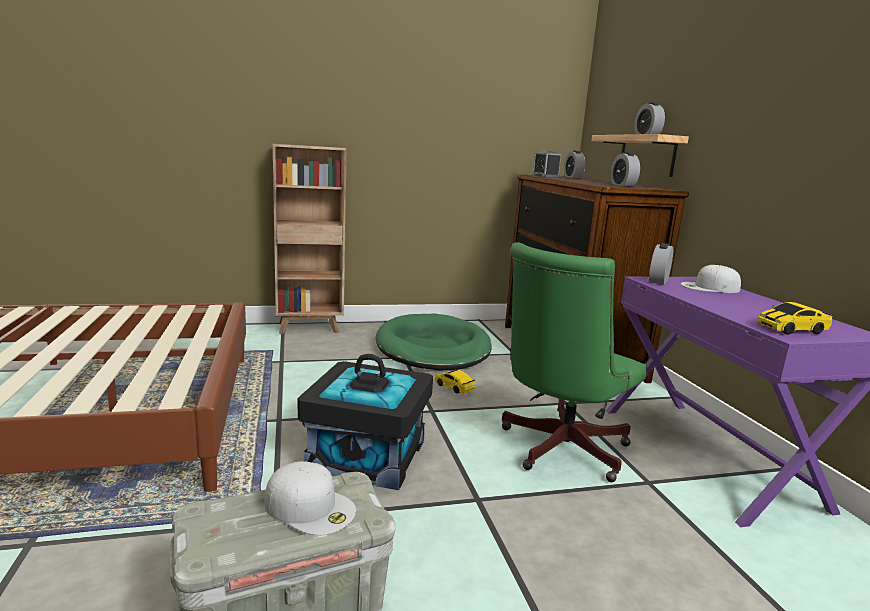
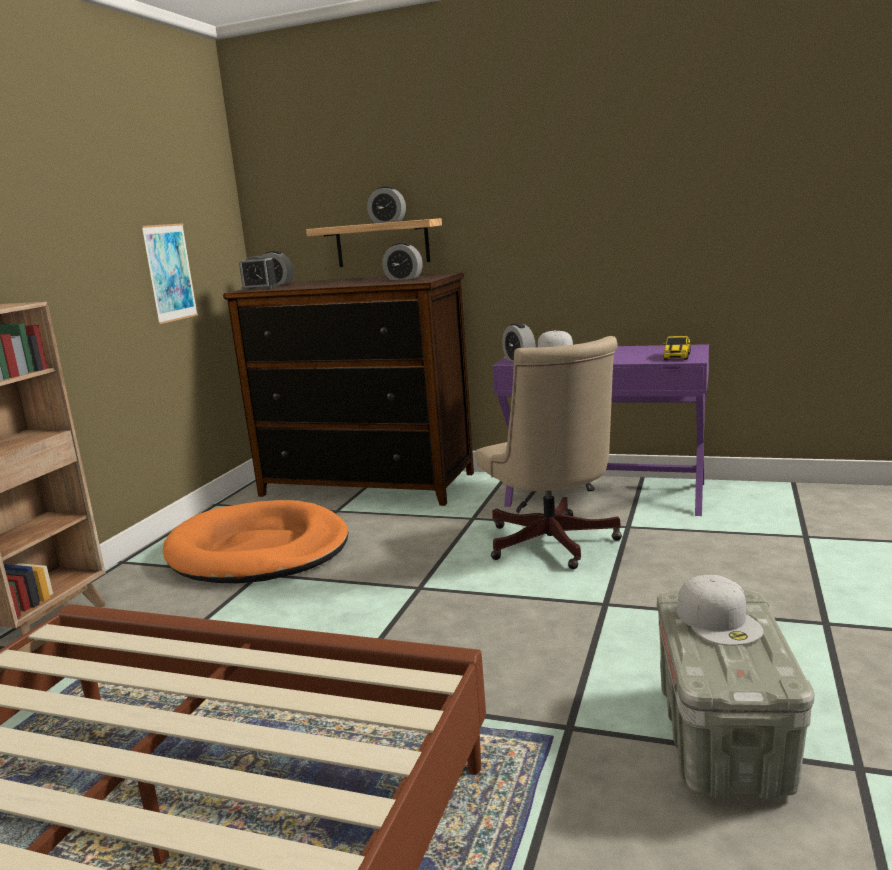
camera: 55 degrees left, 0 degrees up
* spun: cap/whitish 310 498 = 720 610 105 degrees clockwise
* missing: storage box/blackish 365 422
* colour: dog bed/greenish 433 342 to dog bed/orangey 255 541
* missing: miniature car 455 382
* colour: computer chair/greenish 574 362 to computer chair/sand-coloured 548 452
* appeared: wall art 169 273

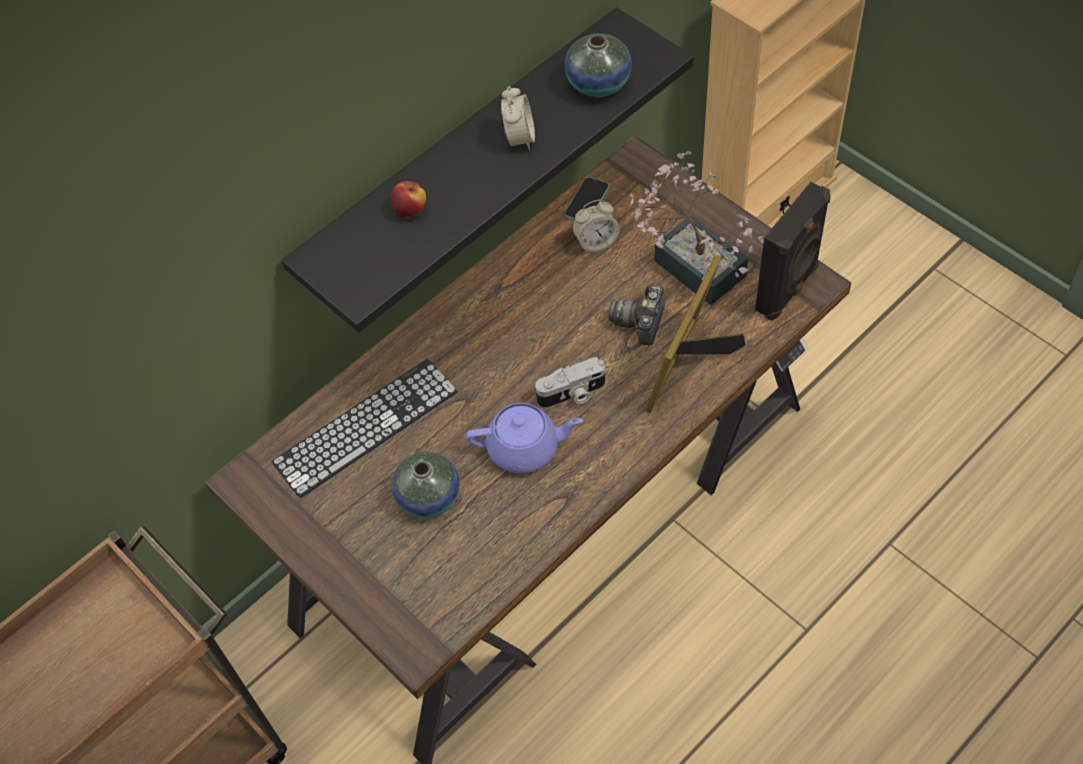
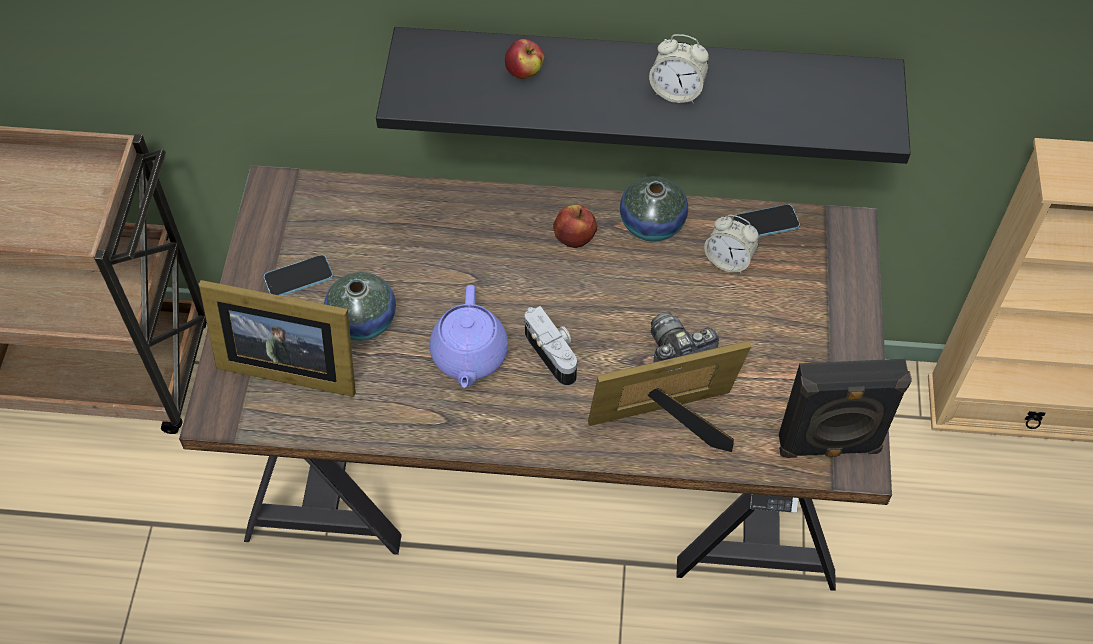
camera: 45 degrees right, 0 degrees up
* missing: keyboard 364 428
* spun: pot for tea/purple-coloured 524 438 = 469 336 45 degrees clockwise
* spun: alarm clock 517 118 = 679 68 60 degrees clockwise
* spun: still camera 570 382 = 550 346 150 degrees counterclockwise
* relocated: flower vase 598 65 to 654 209
* missing: potted plant 696 228
* appeared: picture frame 277 338
* appeared: handset 298 275
* appeared: apple 575 226

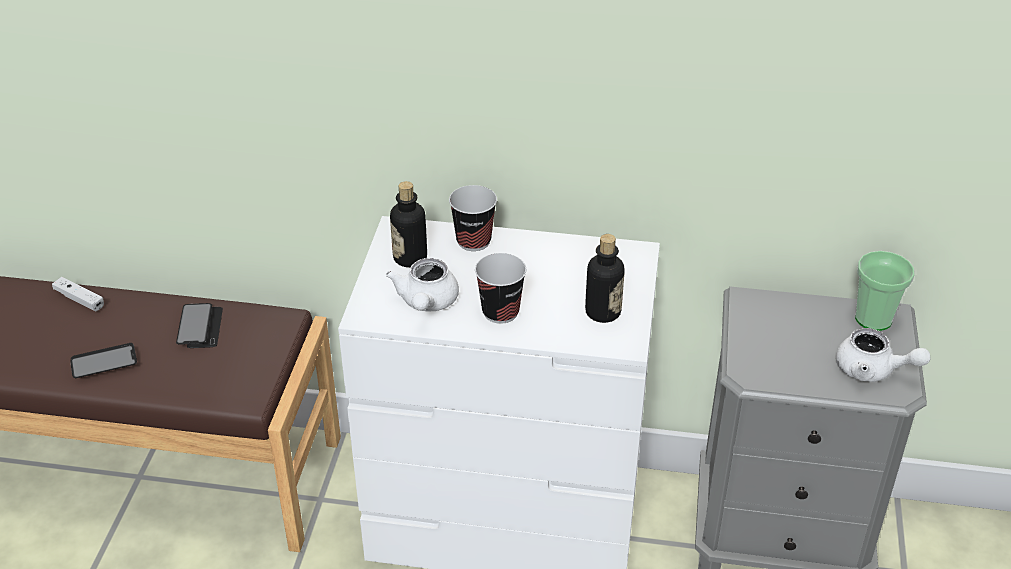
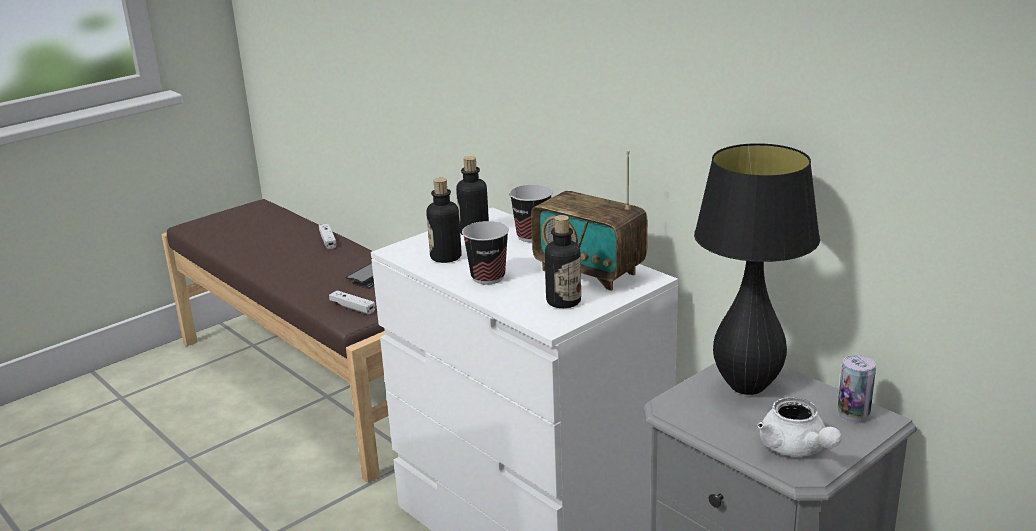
camera: 40 degrees right, 15 degrees down
* missing: handset 103 360
* exchanged: pot for tea/whitish 422 284 to beverage bottle 444 220
* exchanged: small cup 885 291 to metal can 857 389
* appeared: joypad/whitish 352 302
* appeared: radio set 589 221
* appeared: tabletop lamp/blackish 757 269

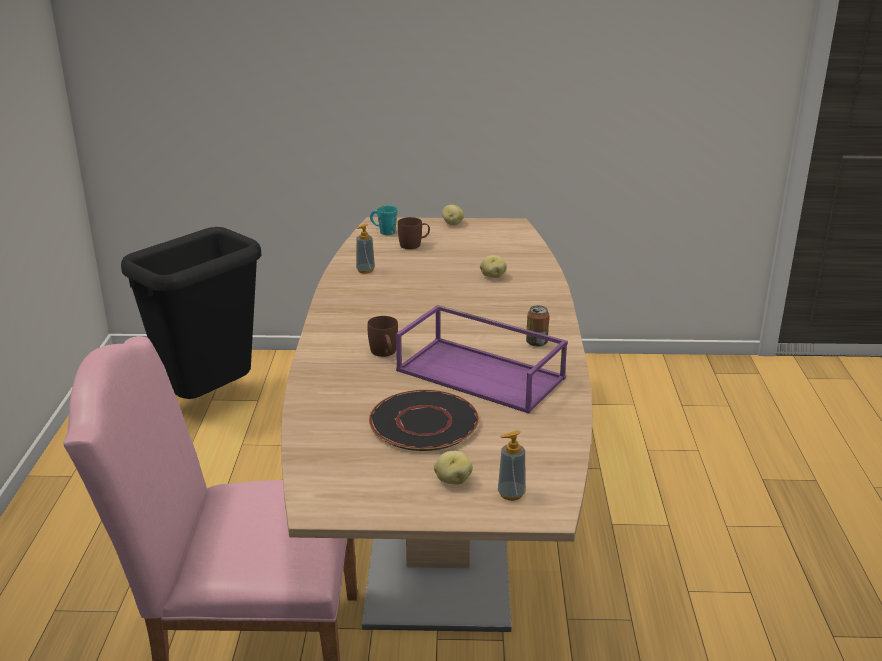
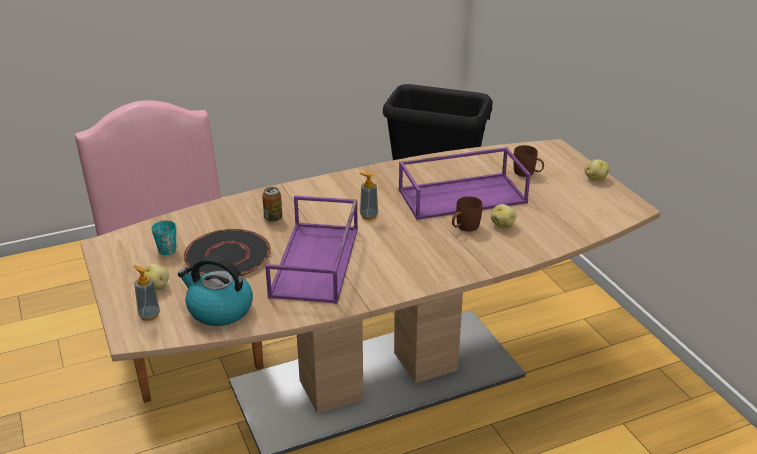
camera: 65 degrees right, 5 degrees up
* relocated: liquid soap bottle 365 248 to 368 196
* relocated: mug/brown 382 336 to 467 214
* relocated: mug/turquoise-coloured 384 220 to 163 237
* relocated: metal can 537 326 to 272 204
* appeared: kettle 215 291
* appeared: serving tray/purple-coloured 464 183

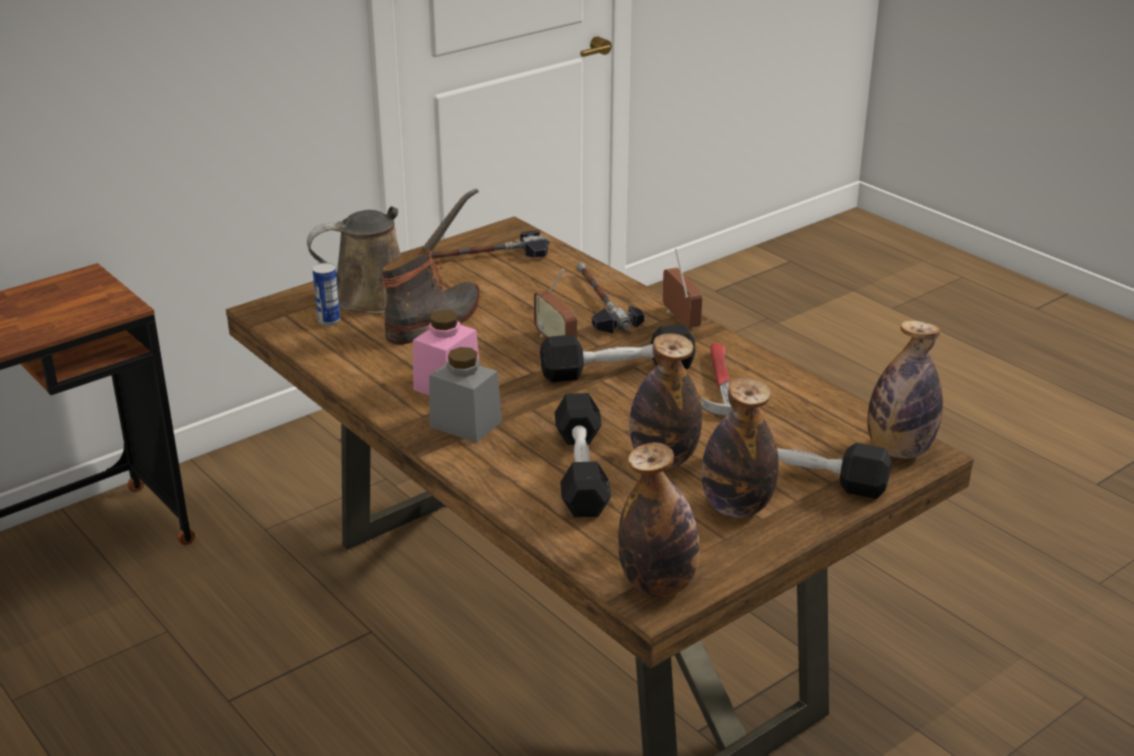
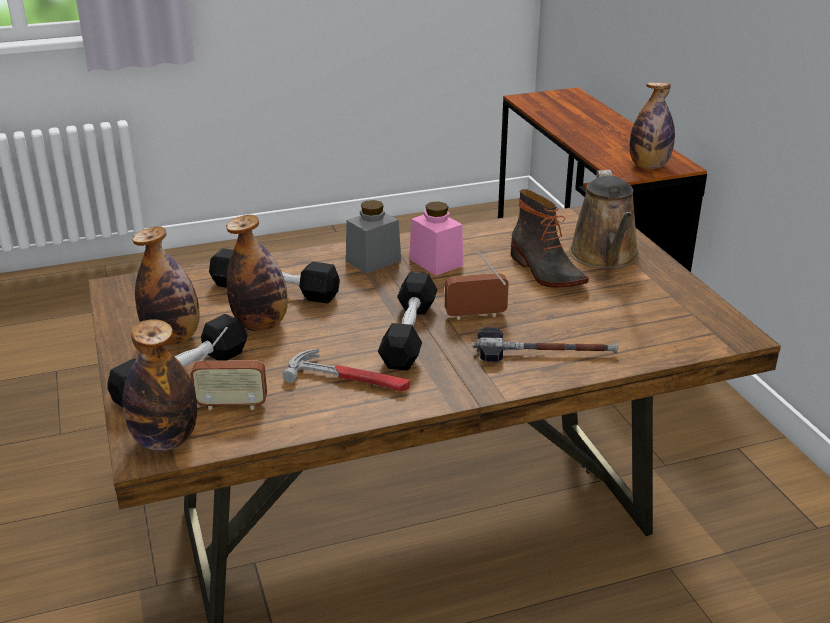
camera: 110 degrees right, 0 degrees up
* missing: metal can 326 294
* missing: tool hammer 490 244
* relocated: beverage bottle 659 519 to 652 125
* relocated: radio set 682 288 to 228 369

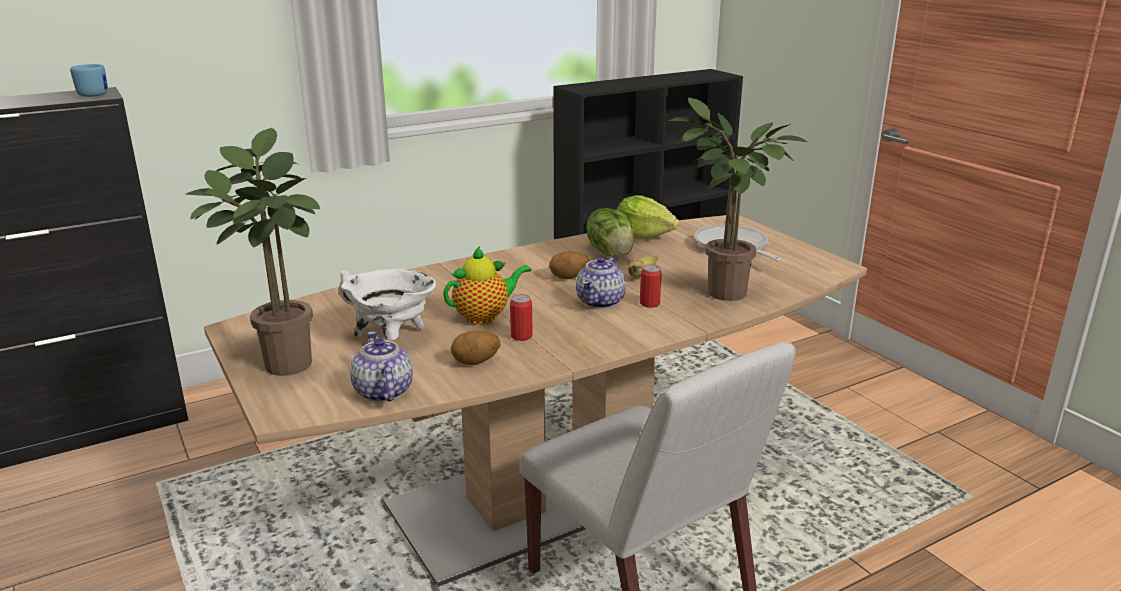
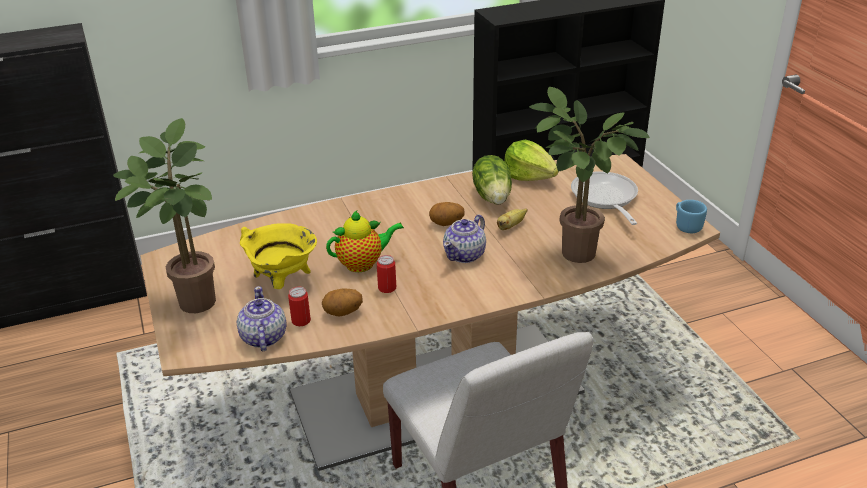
camera: 10 degrees right, 10 degrees up
* relocated: mug/bluish 89 80 to 691 216
* colour: cooking pot/whitish 387 304 to cooking pot/yellow 278 256
* relocated: metal can 651 286 to 299 306

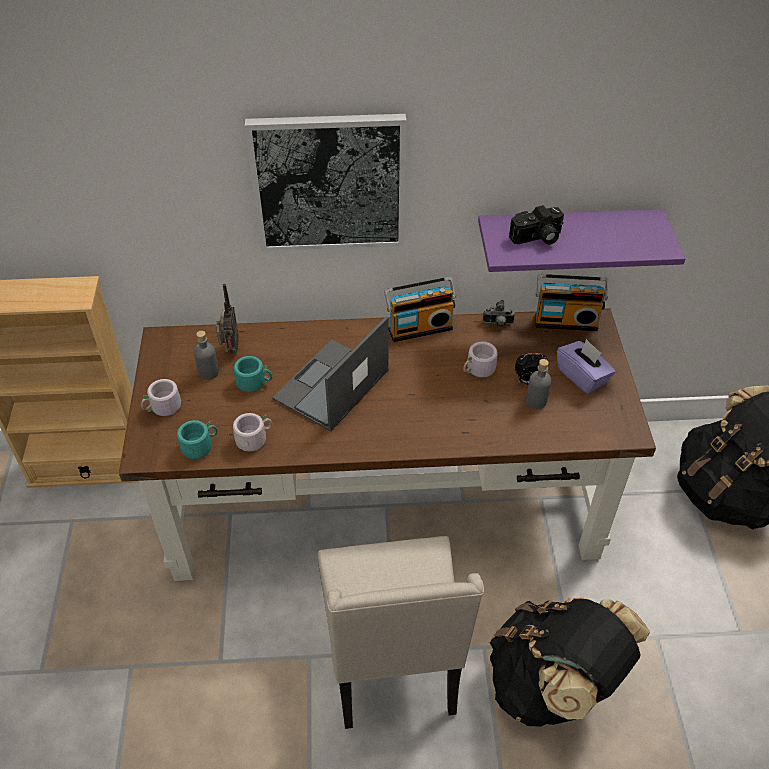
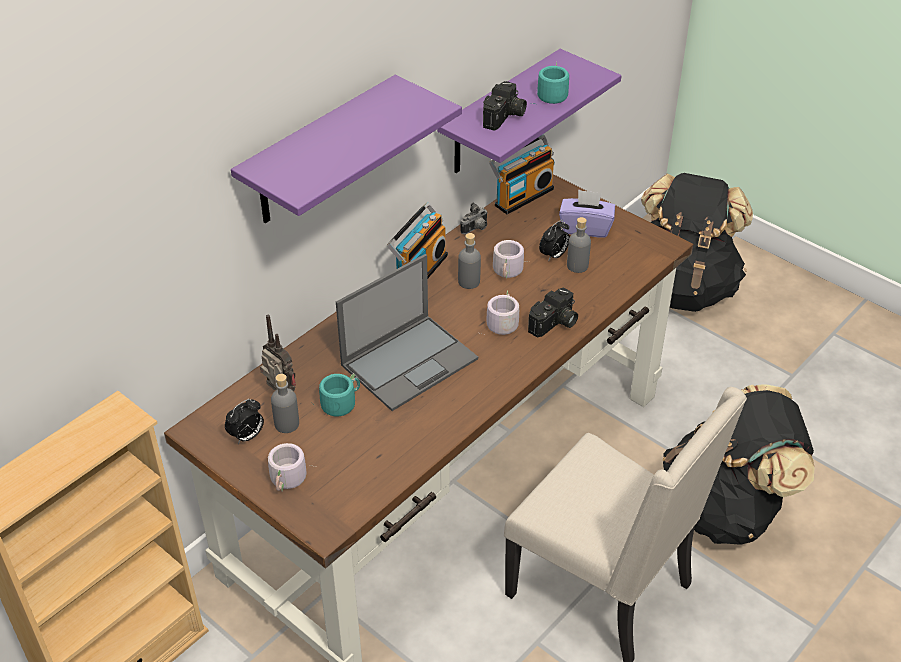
camera: 45 degrees left, 5 degrees down
* relocated: mug/turquoise-coloured 195 439 to 550 83
* relocated: mug/gray 250 432 to 499 312
* exchanged: wall art 325 182 to bracket shelf/purple-coloured 346 149
* spun: portable computer 330 374 = 407 332 120 degrees counterclockwise
* appeared: alarm clock 244 421
* appeared: beverage bottle/gray 469 261
* appeared: still camera 553 312

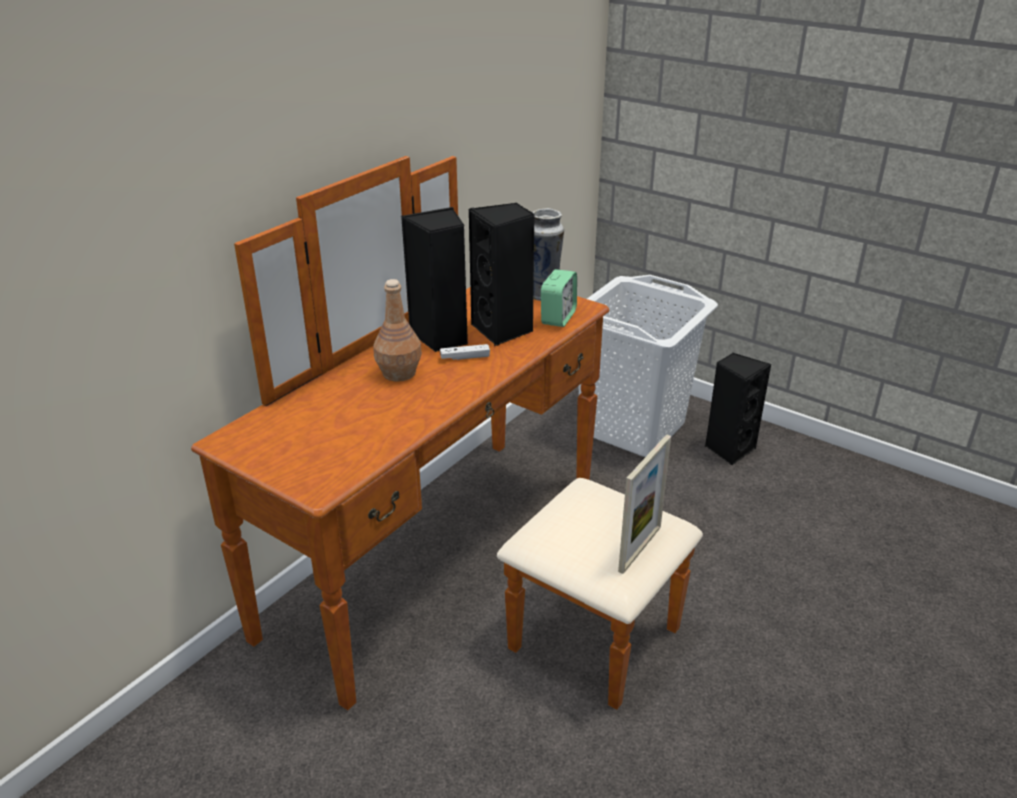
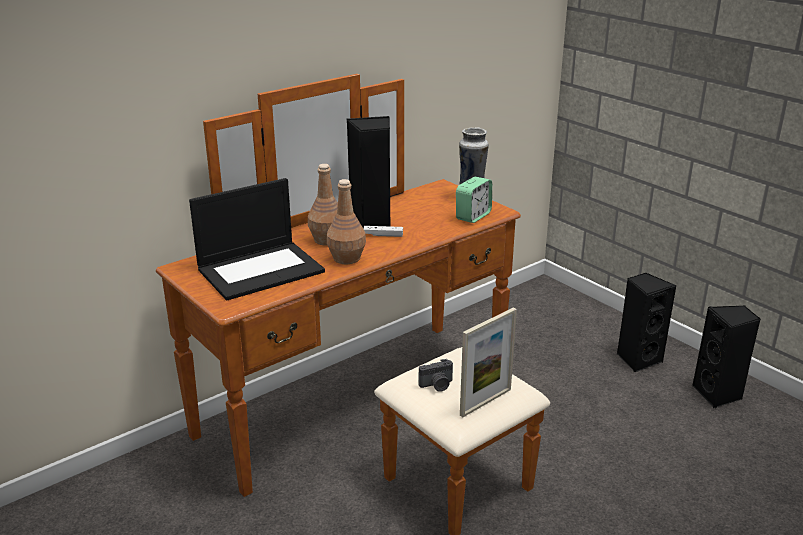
camera: 15 degrees right, 5 degrees down
* relocated: speaker/blackish 502 274 to 726 357
* missing: hamper/whitish 648 366
* appeared: portable computer 257 239
* appeared: beverage bottle/brown 346 221
* appeared: still camera 435 375

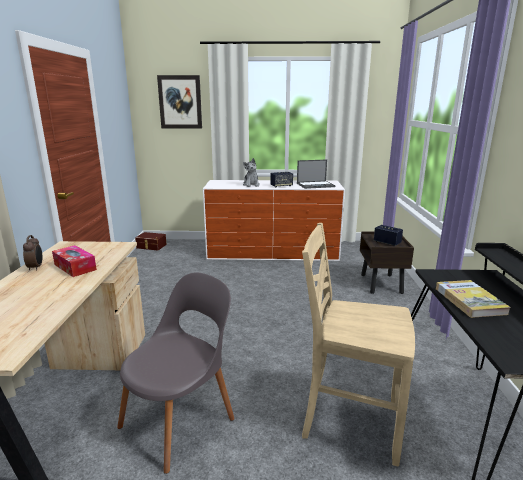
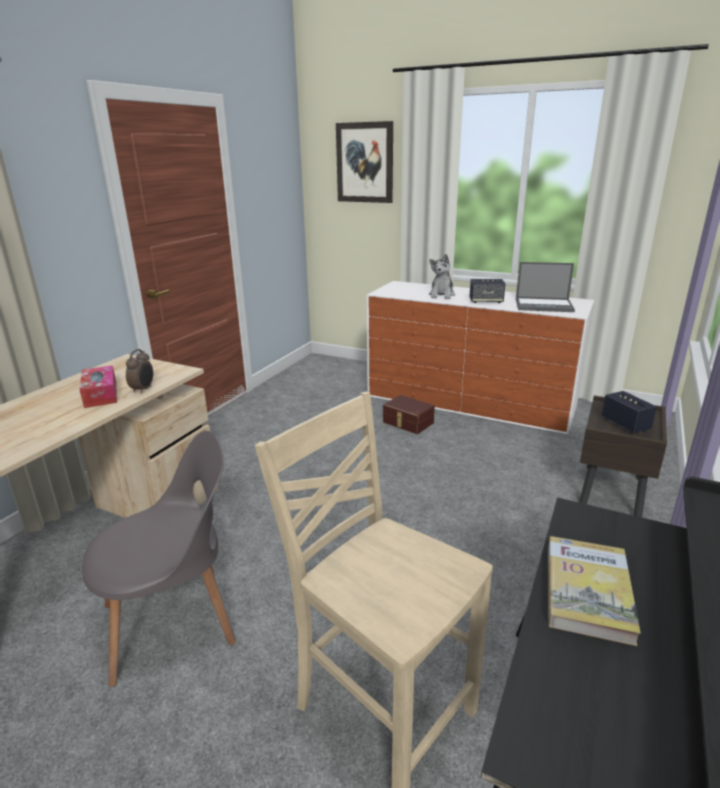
camera: 25 degrees right, 5 degrees up
* relocated: alarm clock 32 253 to 139 371
* relocated: storage box/brown 151 241 to 409 414

